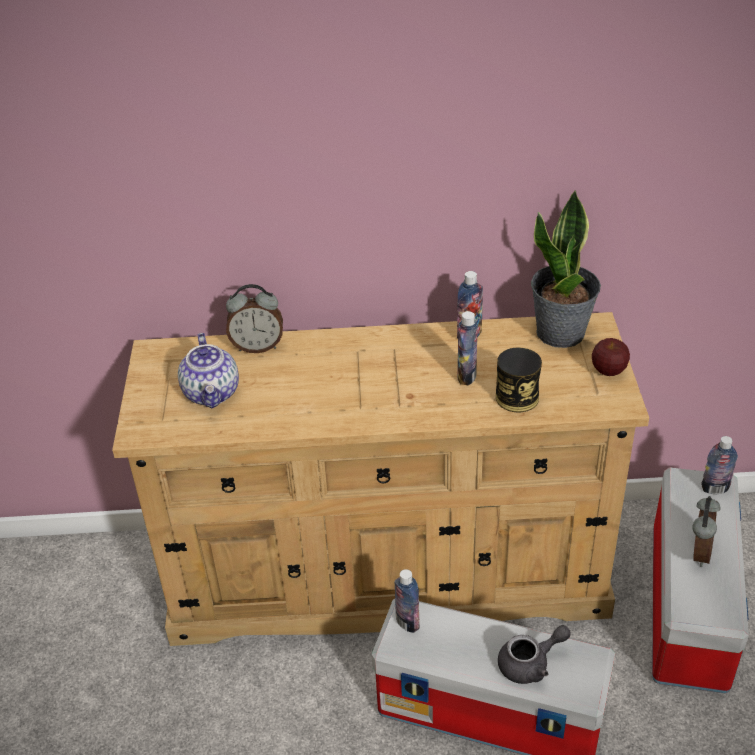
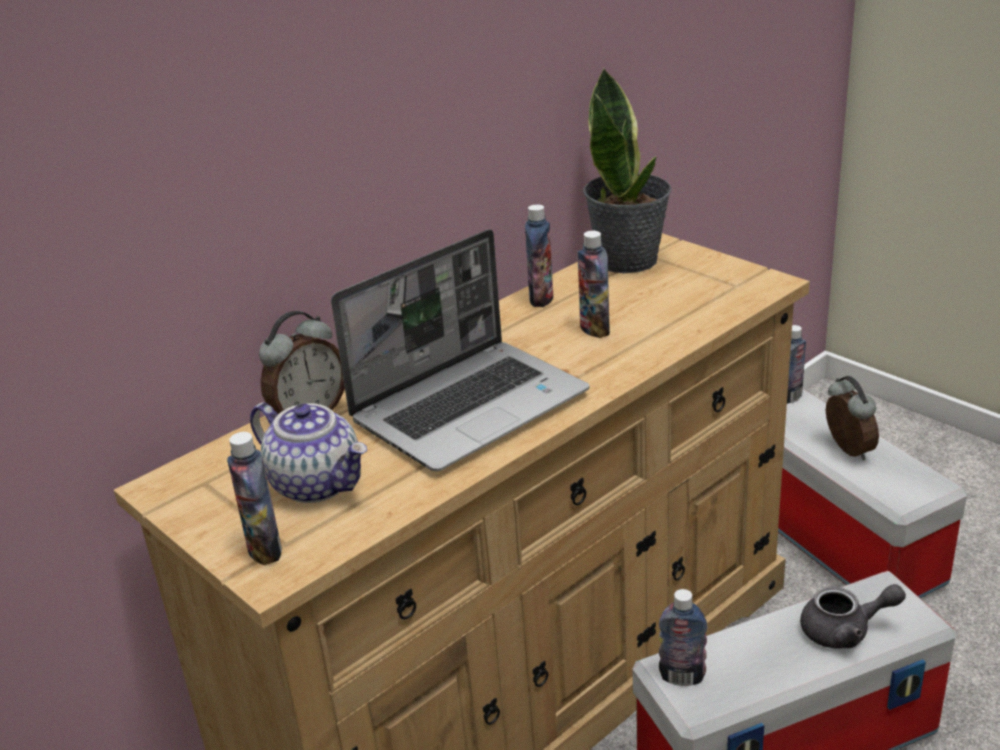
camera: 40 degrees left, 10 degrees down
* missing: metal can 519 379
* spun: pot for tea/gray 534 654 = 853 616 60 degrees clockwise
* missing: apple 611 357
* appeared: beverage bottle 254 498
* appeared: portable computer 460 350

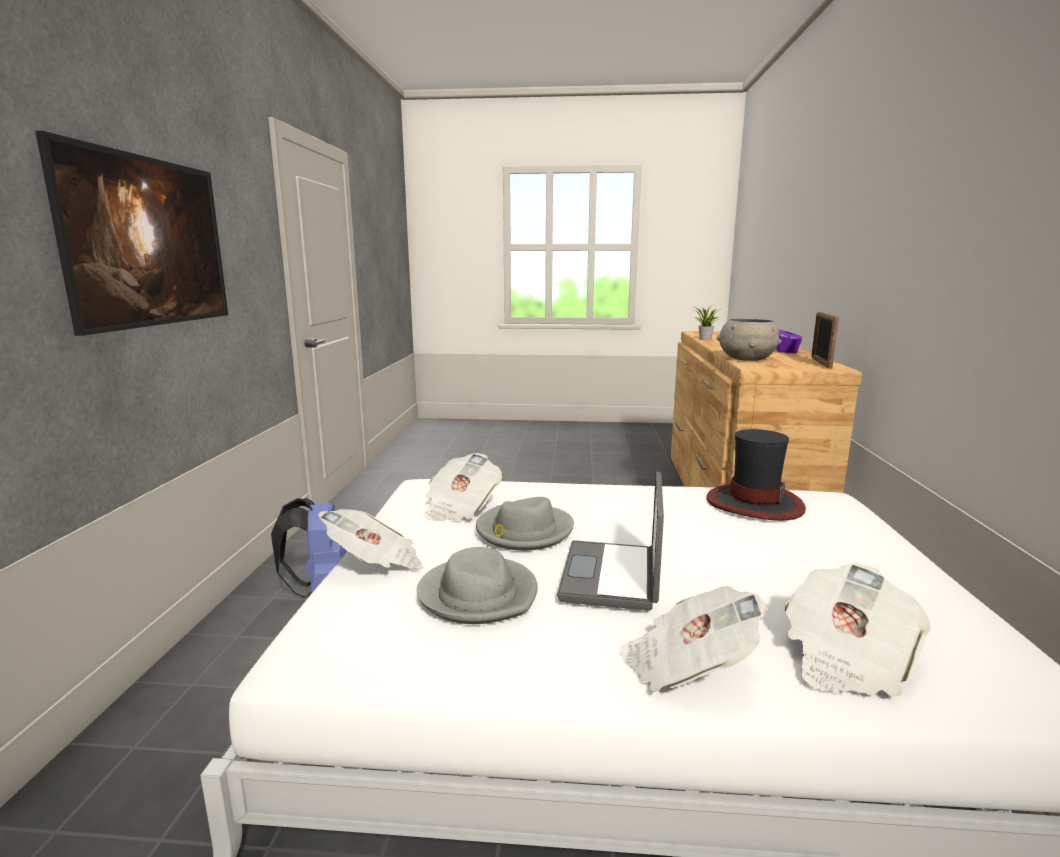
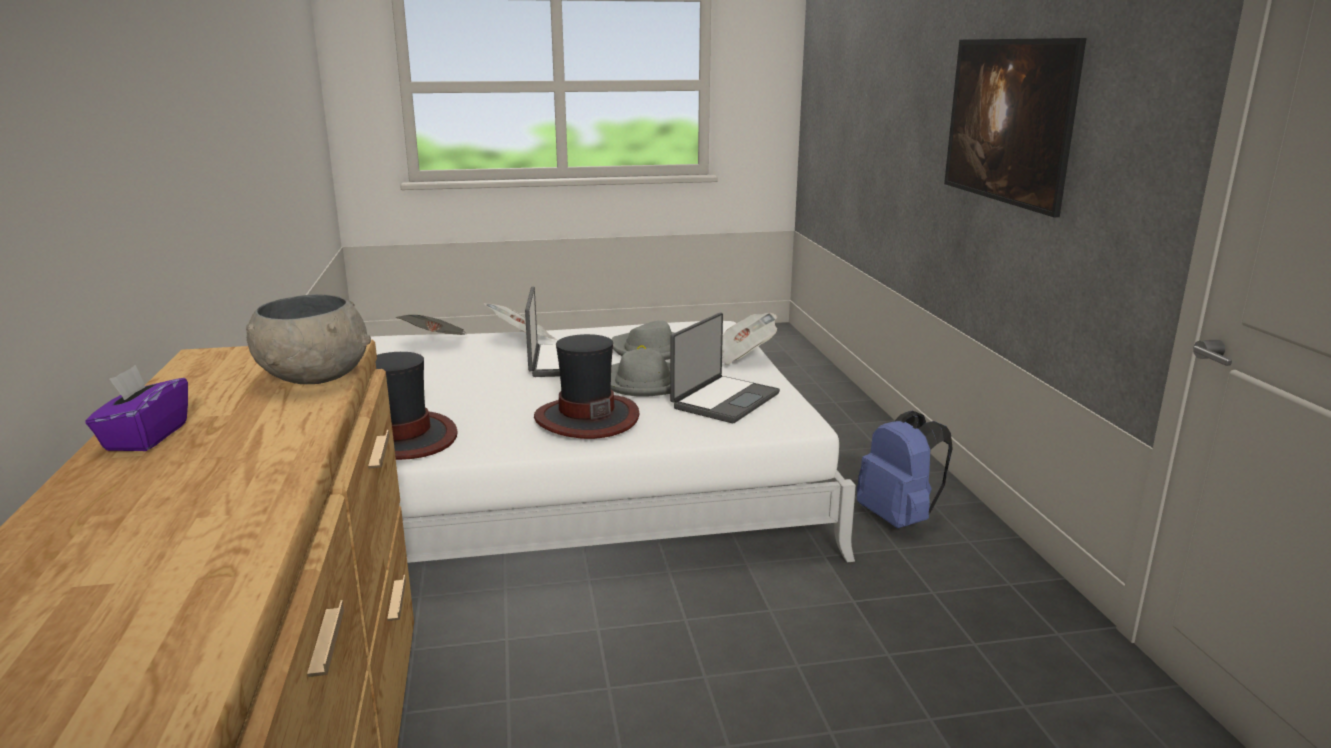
camera: 165 degrees right, 5 degrees up
* exchanged: daily paper 463 487 to portable computer 725 367
* missing: potted plant 707 322
* missing: picture frame 825 340
* appeared: hat 587 386

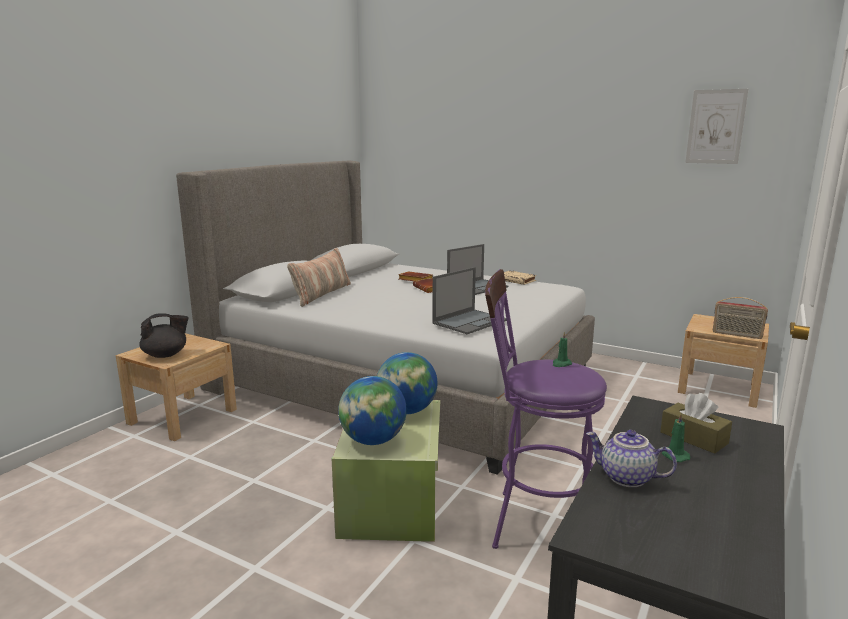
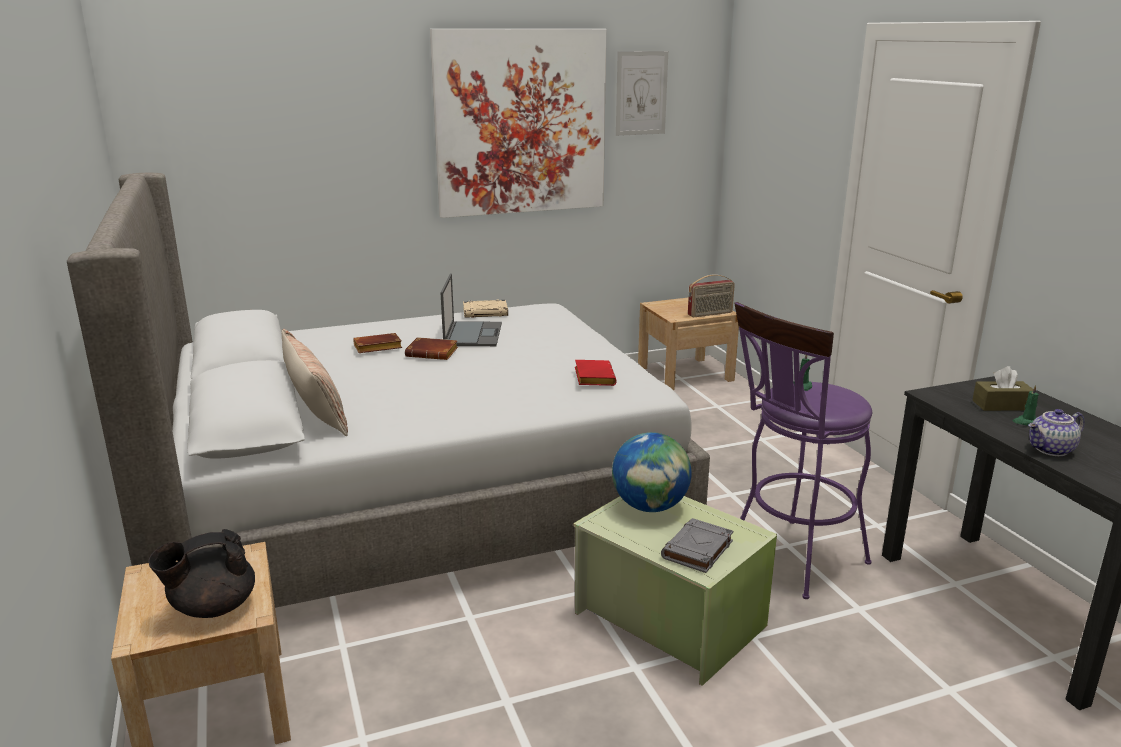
camera: 50 degrees left, 5 degrees up
* spun: pot for tea/blackish 164 335 = 201 573 135 degrees counterclockwise
* exchanged: world globe 372 410 to book/gray 697 545
* exchanged: portable computer 469 300 to book/red 596 373
* appeared: wall art 518 123

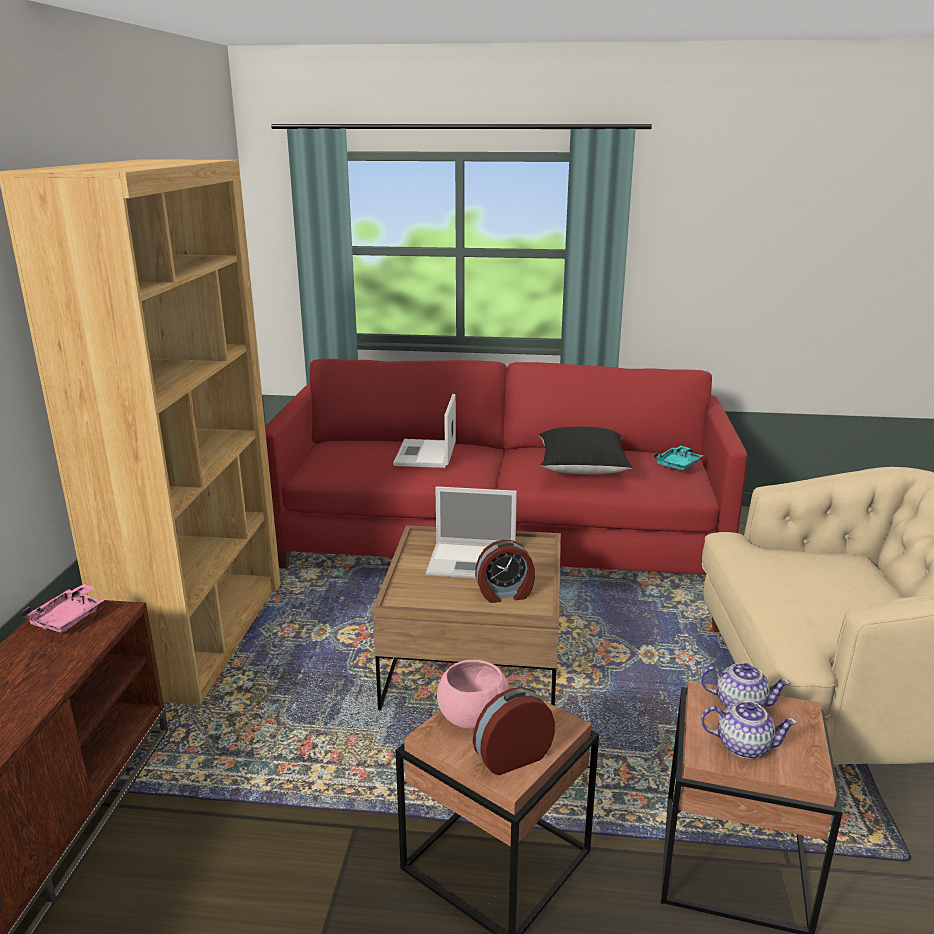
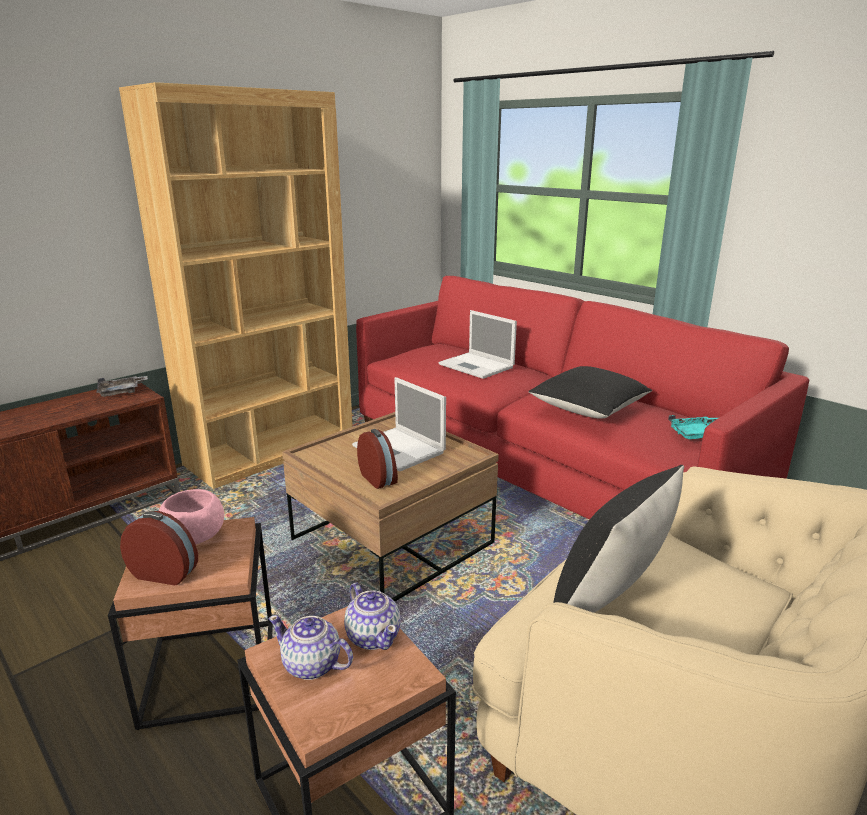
camera: 40 degrees right, 0 degrees up
* colour: serving tray/pinkish 63 608 to serving tray/gray 122 386
* spun: portable computer 424 431 = 478 344 90 degrees counterclockwise
* spun: alarm clock 505 571 = 377 459 150 degrees counterclockwise
* spun: pot for tea 749 730 = 310 647 150 degrees clockwise
* appeared: throw pillow/blackish 618 539

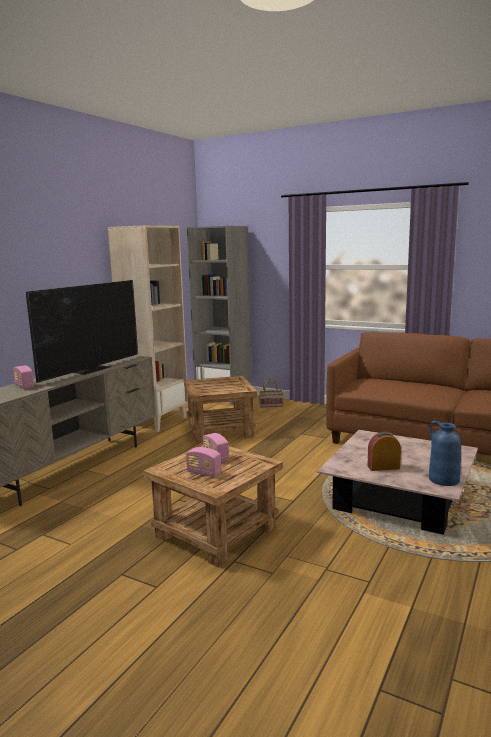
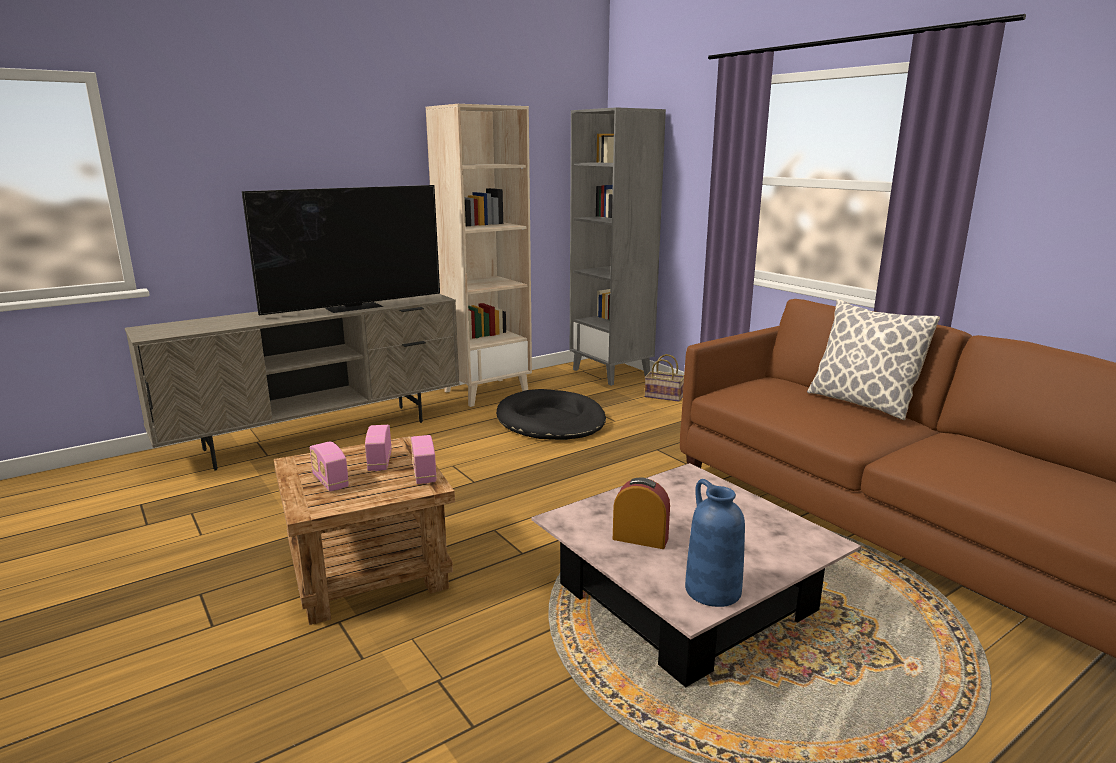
camera: 25 degrees right, 5 degrees up
* relocated: radio set 23 377 to 424 459
* exchanged: accent table/brown 220 409 to dog bed/blackish 551 414
* appeared: throw pillow 873 359

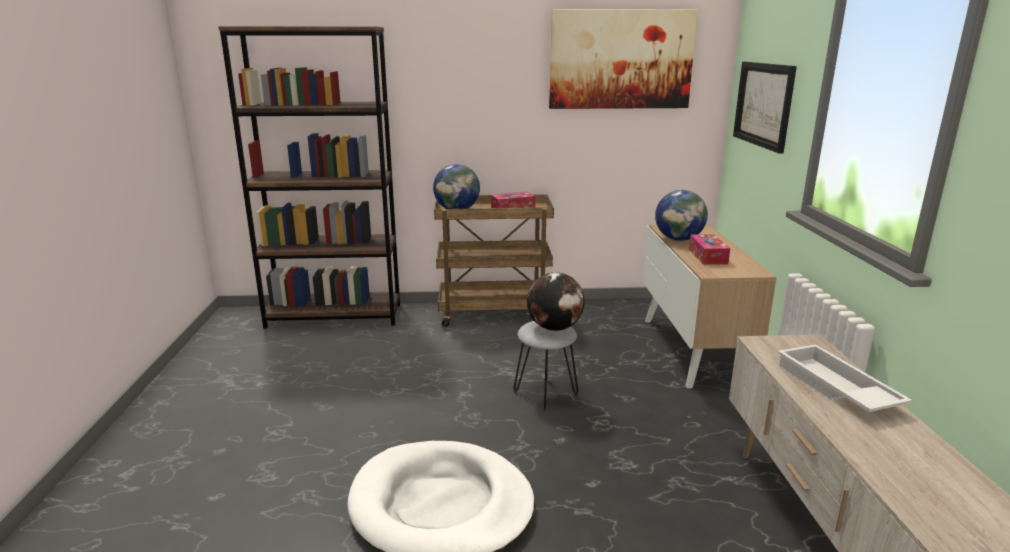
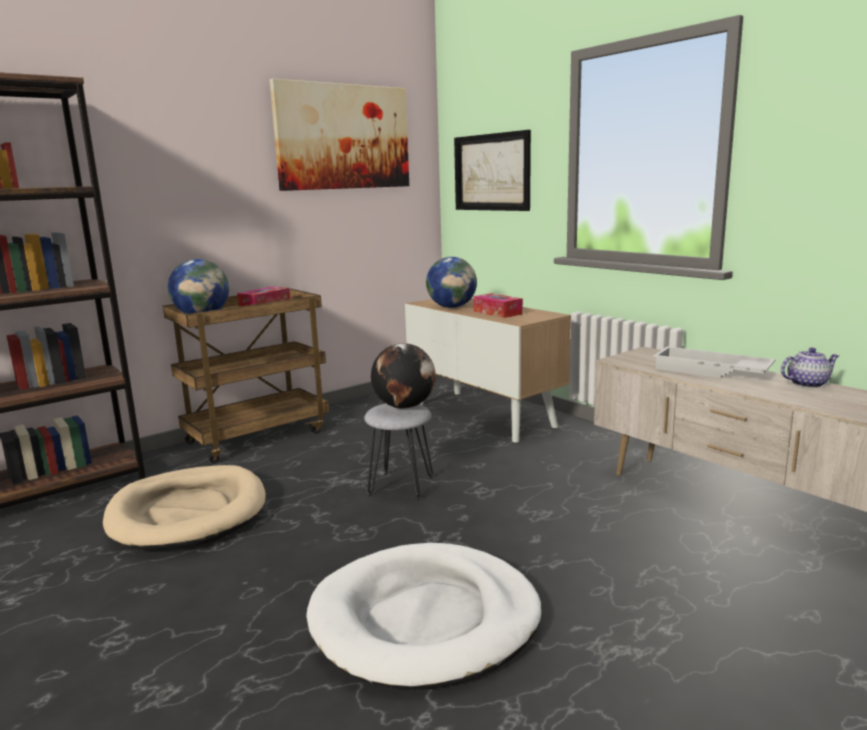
camera: 35 degrees left, 5 degrees down
* appeared: dog bed/sand-coloured 184 507
* appeared: pot for tea 810 368

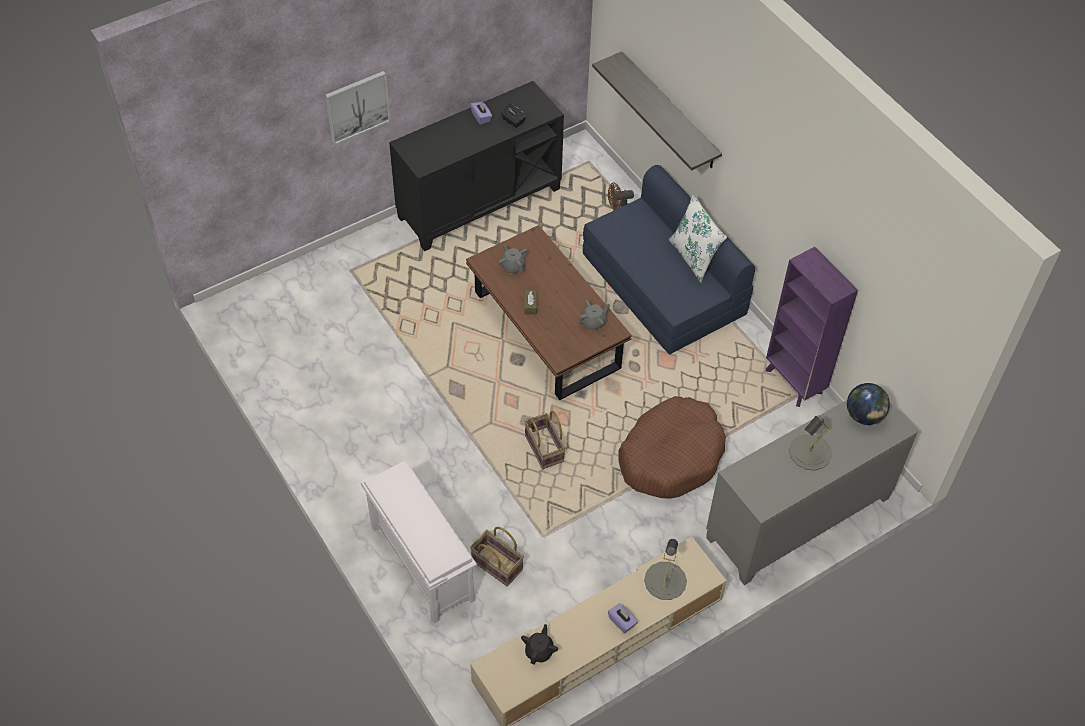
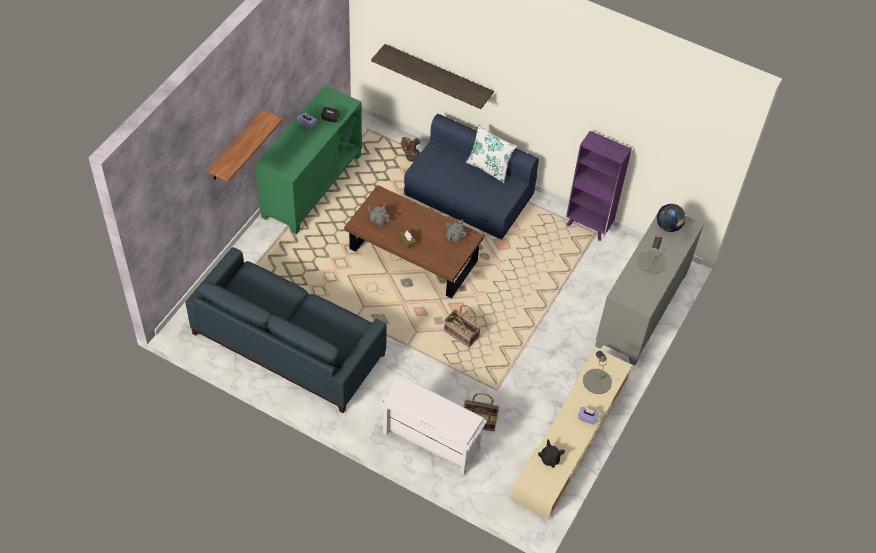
camera: 30 degrees left, 0 degrees up
* exchanged: wall art 357 108 to bracket shelf 245 145
* colour: cupboard/blackish 476 166 to cupboard/greenish 308 159
* missing: dog bed/brown 672 447
* appeared: sofa/bluish 286 330

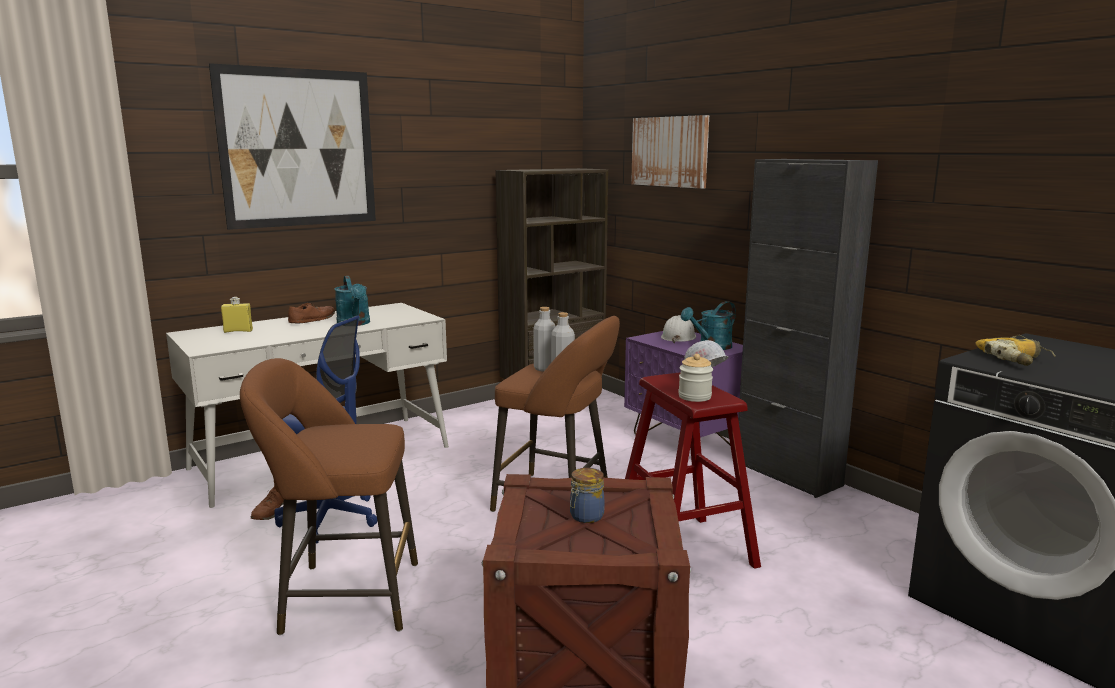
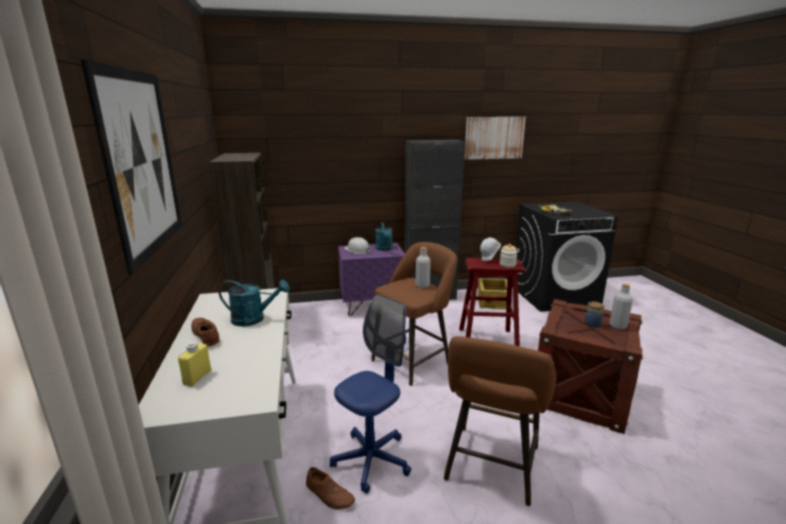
camera: 65 degrees left, 5 degrees up
* relocated: beverage bottle/gray 544 339 to 621 306
* relocated: wall art 670 152 to 495 138
* appeared: packing crate 492 294

